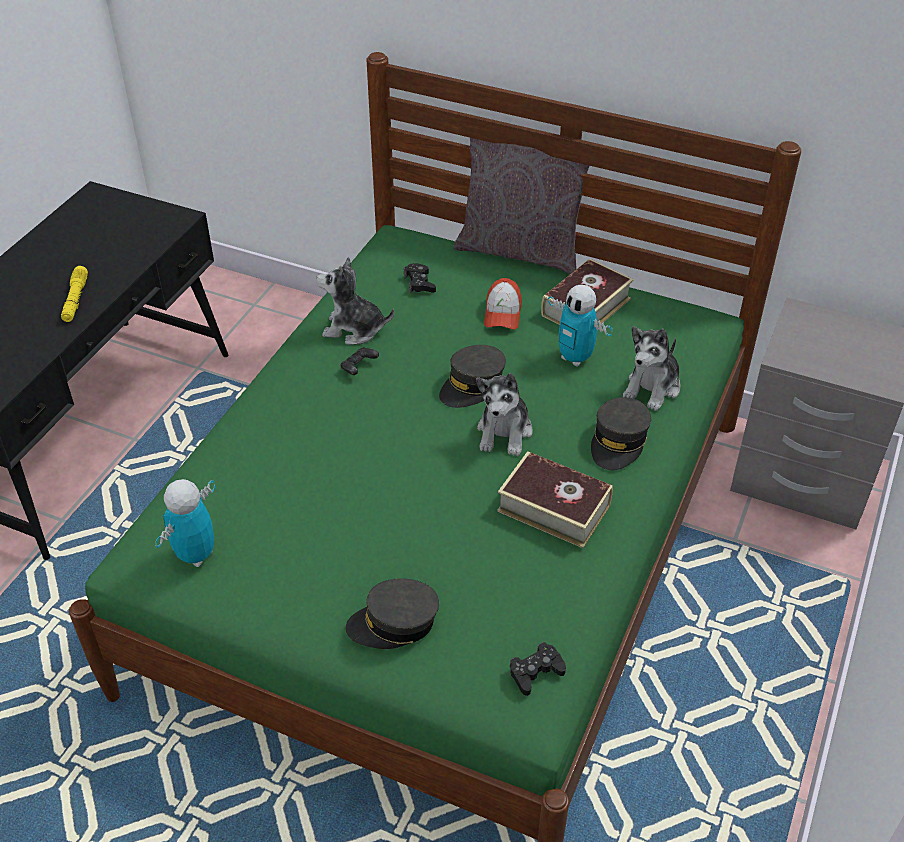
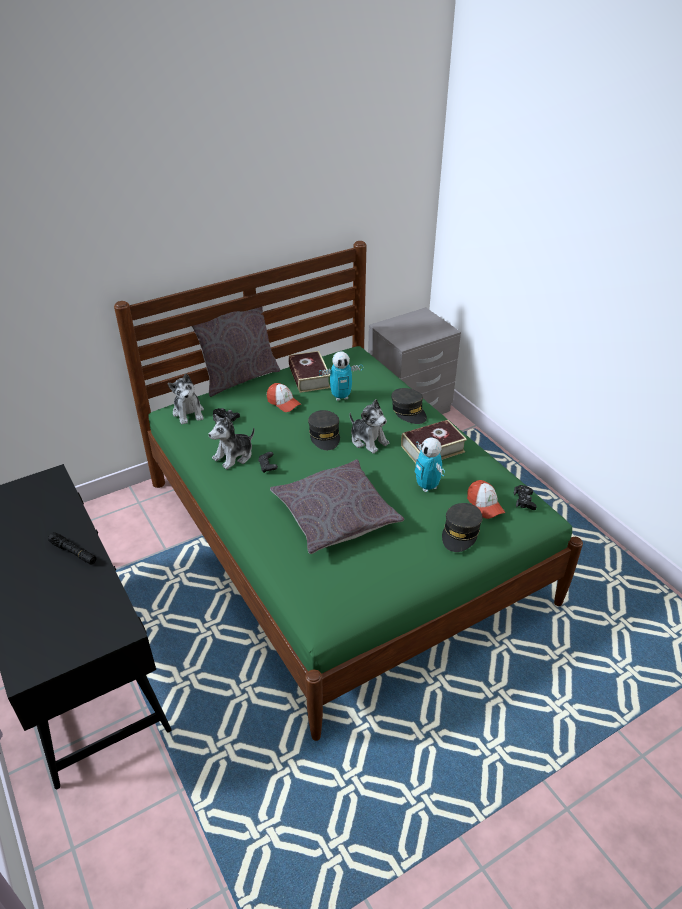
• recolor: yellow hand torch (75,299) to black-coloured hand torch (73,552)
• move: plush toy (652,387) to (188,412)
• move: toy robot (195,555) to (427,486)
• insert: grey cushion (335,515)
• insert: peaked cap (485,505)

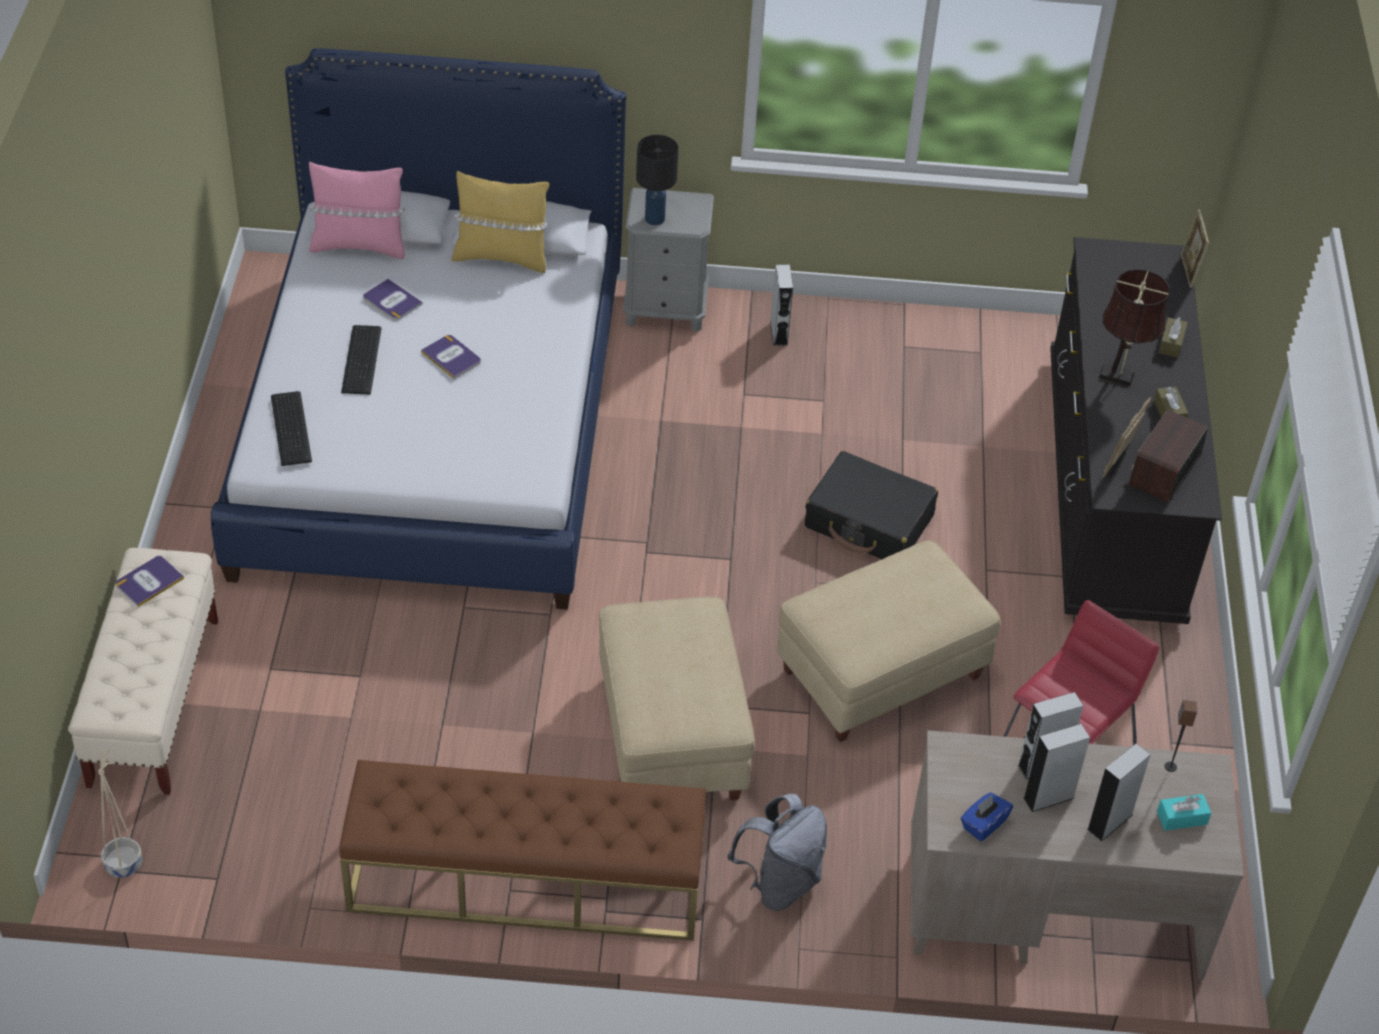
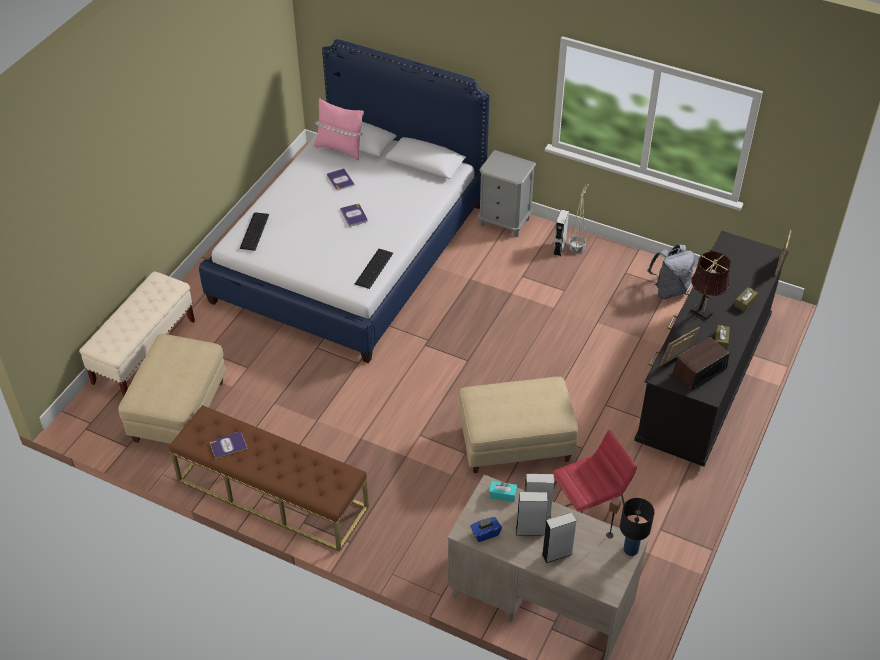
• move: black-coloured lamp for a table (654,218) to (630,549)
• delete: yellow cushion (501,257)
• move: PC keyboard (363,359) to (375,268)
• delete: black-coloured travel case (869,522)
• move: volume (149,581) to (228,445)
• move: beige-coloured ottoman (673,735) to (180,412)
• move: beige-coloured planter (124,863) to (577,248)
• move: grey rucksack (779,883) to (669,290)
• move: turquoise tissue box (1181,818) to (502,494)

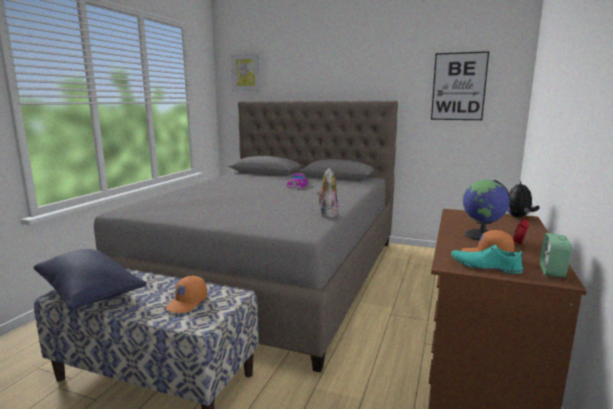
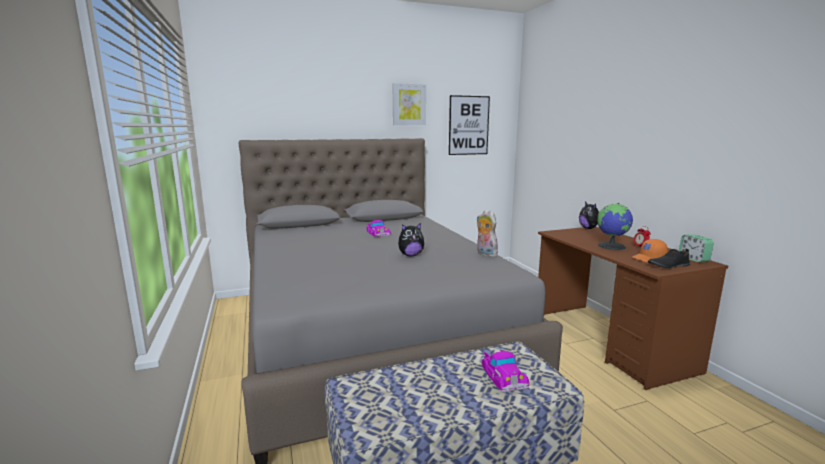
• move: picture (246,72) to (409,104)
• recolor: turquoise item of footwear (485,266) to black-coloured item of footwear (668,265)
• delete: bluish cushion (89,292)
• replace: orange peaked cap (187,303) to toy car (503,374)
• insert: plush toy (410,255)

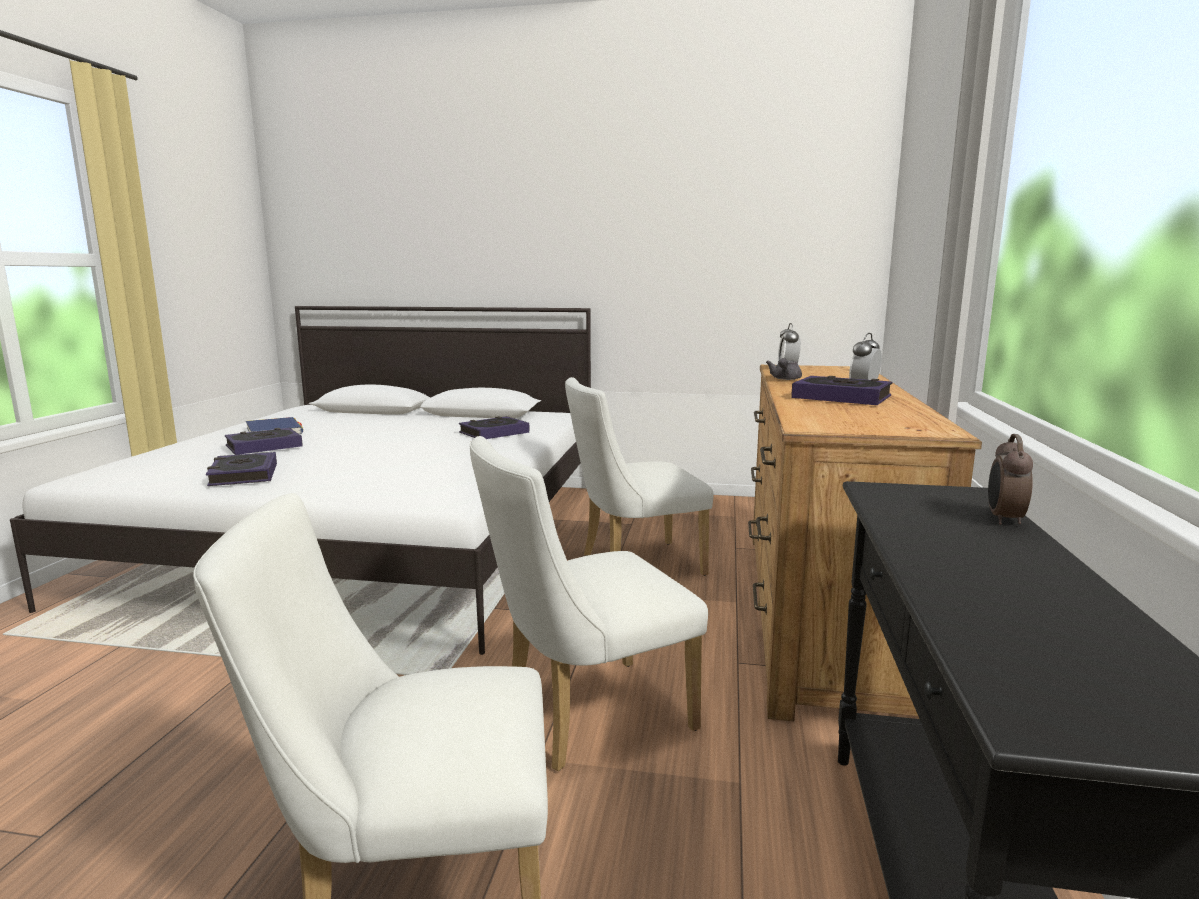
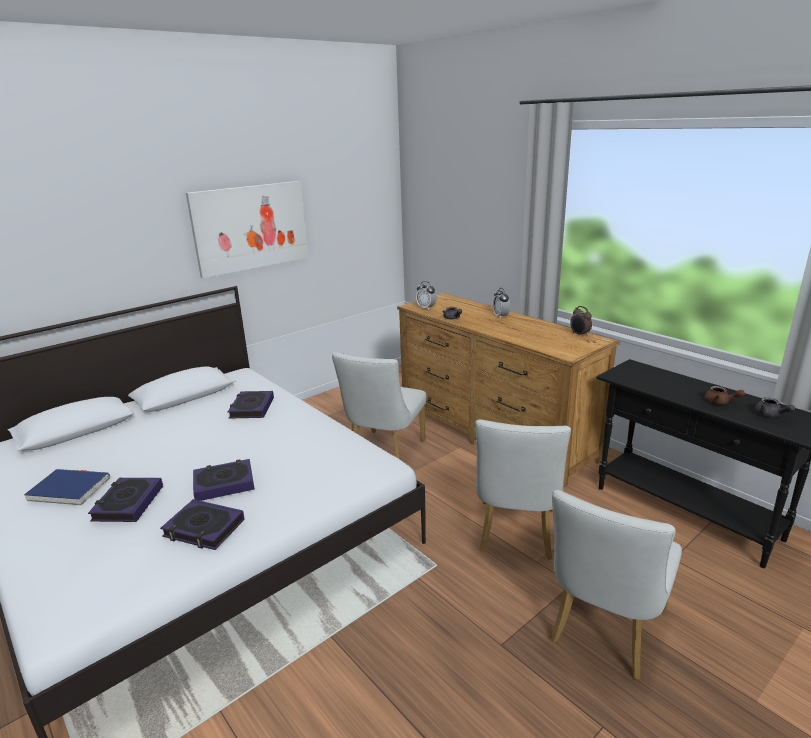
• move: volume (841,398) to (224,484)
• move: alarm clock (1003,519) to (579,334)
• insert: picture (250,227)
• insert: brown pot for tea (720,402)
• insert: grey pot for tea (770,415)

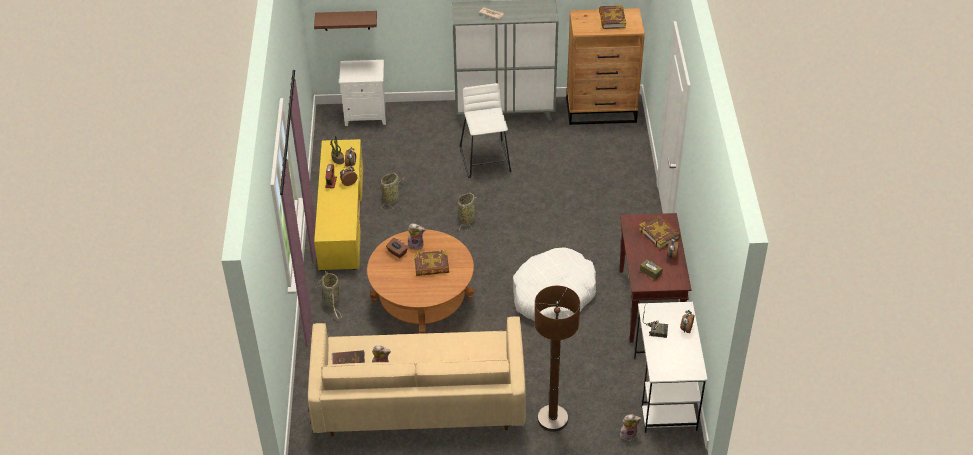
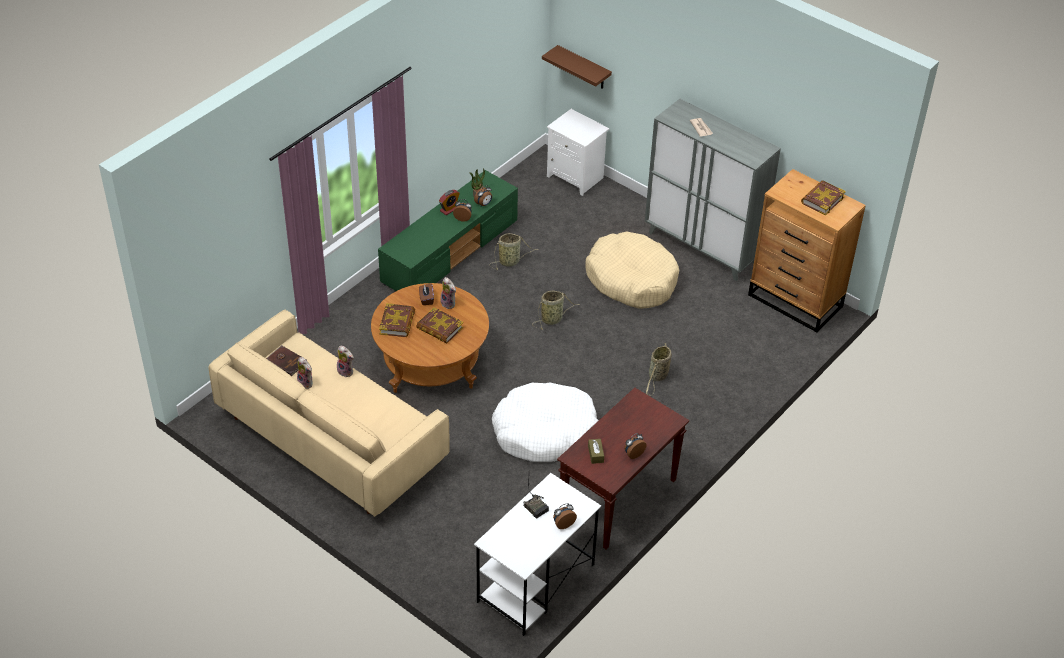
• replace: white-coloured sitting stool (486,160) to beige-coloured dog cushion (631,279)
• recolor: yellow tv stand (341,218) to greenish tv stand (450,251)
• move: volume (659,234) to (397,323)
• move: storage basket (332,301) to (657,377)
• delete: brown standard lamp (552,419)
• move: plush toy (628,434) to (346,371)

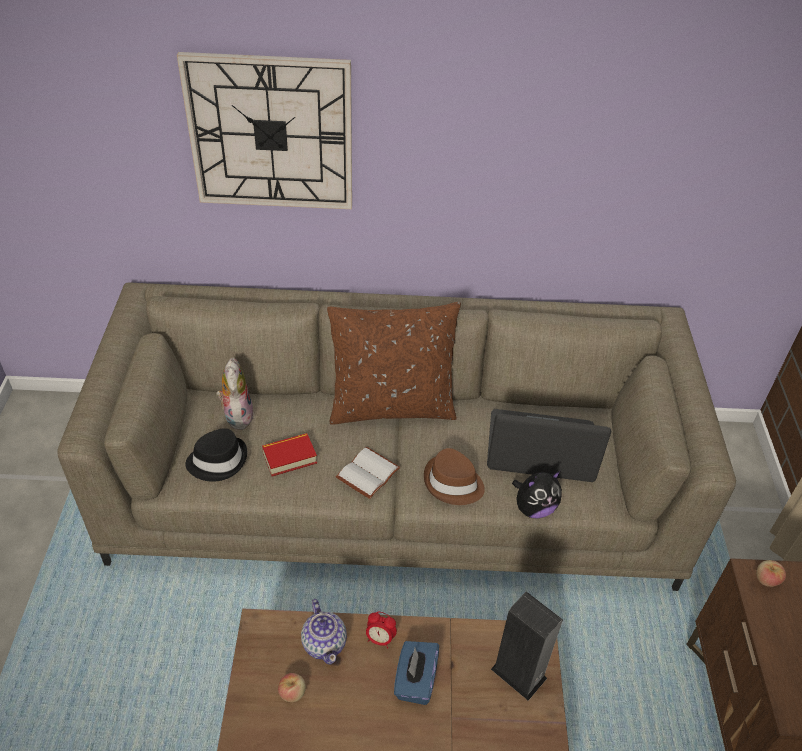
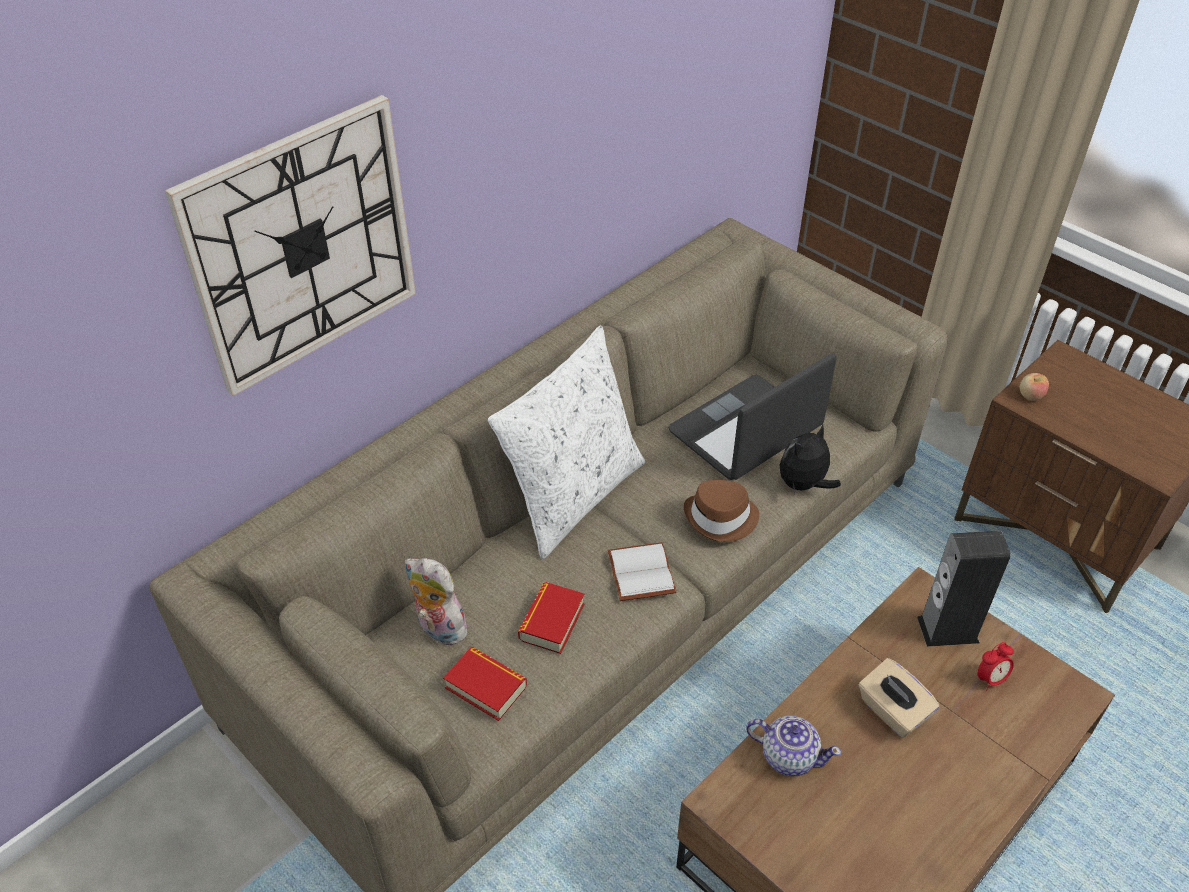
• recolor: brown cushion (392,406) to white-coloured cushion (573,496)
• replace: black-coloured clothing hat (218,460) to volume (486,687)
• rotate: plush toy (534,508) = (803,485) 150 degrees counterclockwise
• move: alarm clock (380,639) to (990,679)
• recolor: bluish tissue box (415,680) to beige-coloured tissue box (892,711)
• delete: apple fruit (292,693)

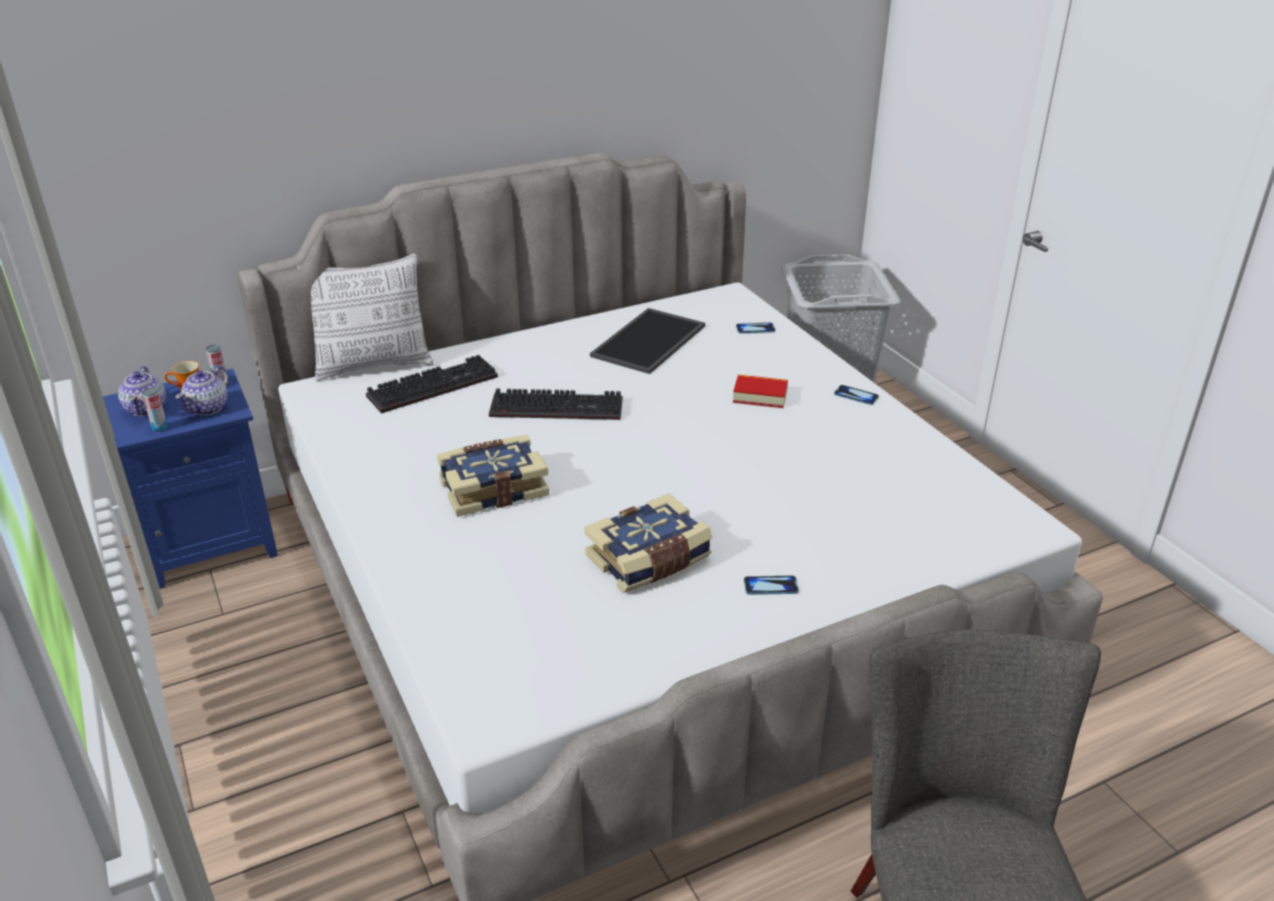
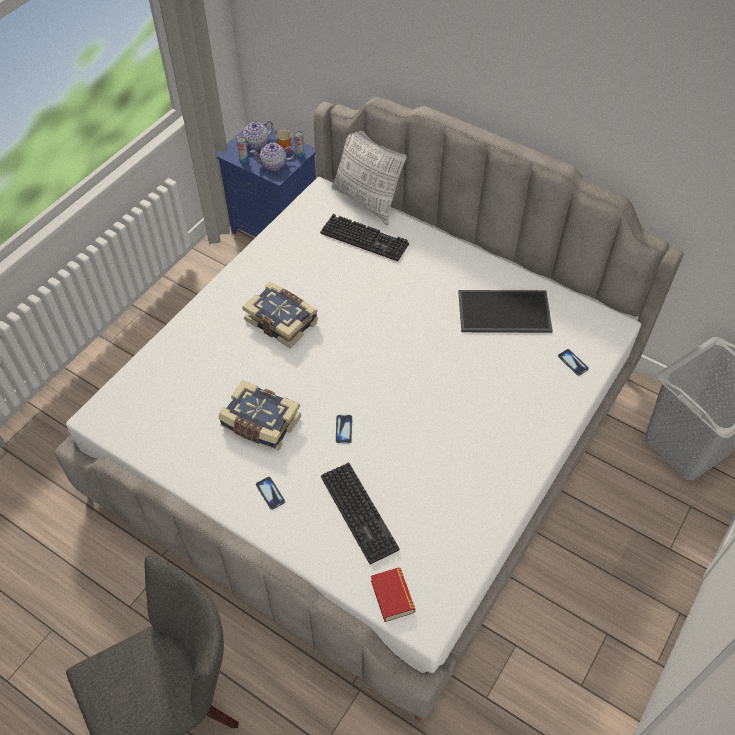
• move: volume (760,396) to (392,596)
• move: phone (856,396) to (344,429)
• move: PC keyboard (559,407) to (361,513)

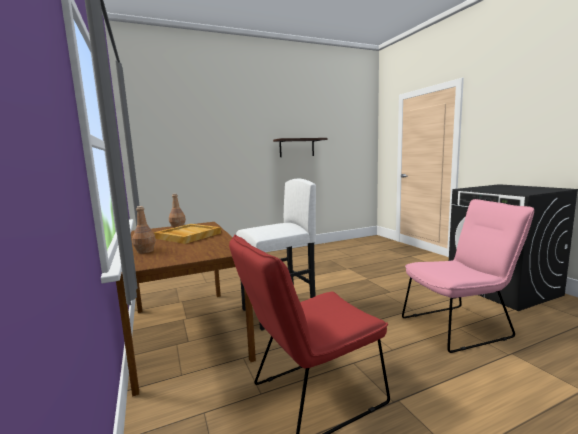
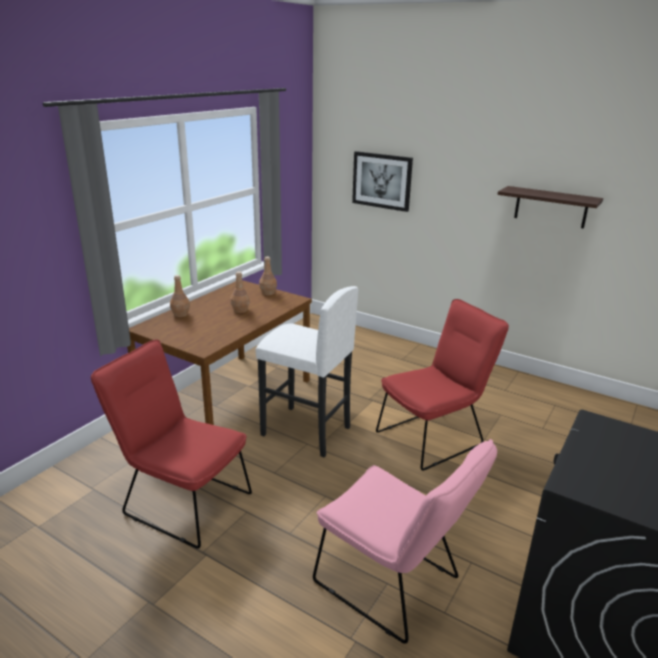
• replace: beige-coloured serving tray (187,236) to brown beverage bottle (240,310)
• insert: picture (382,181)
• insert: red chair (434,436)

